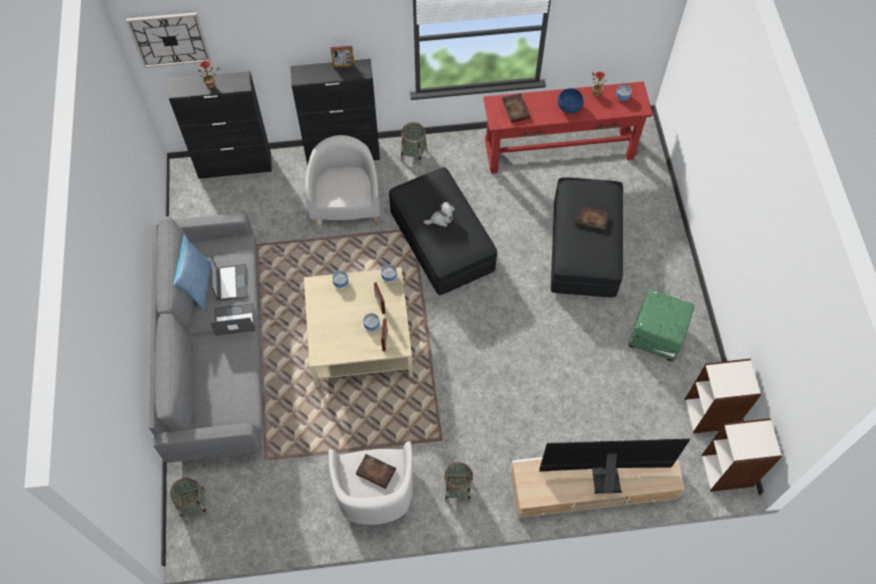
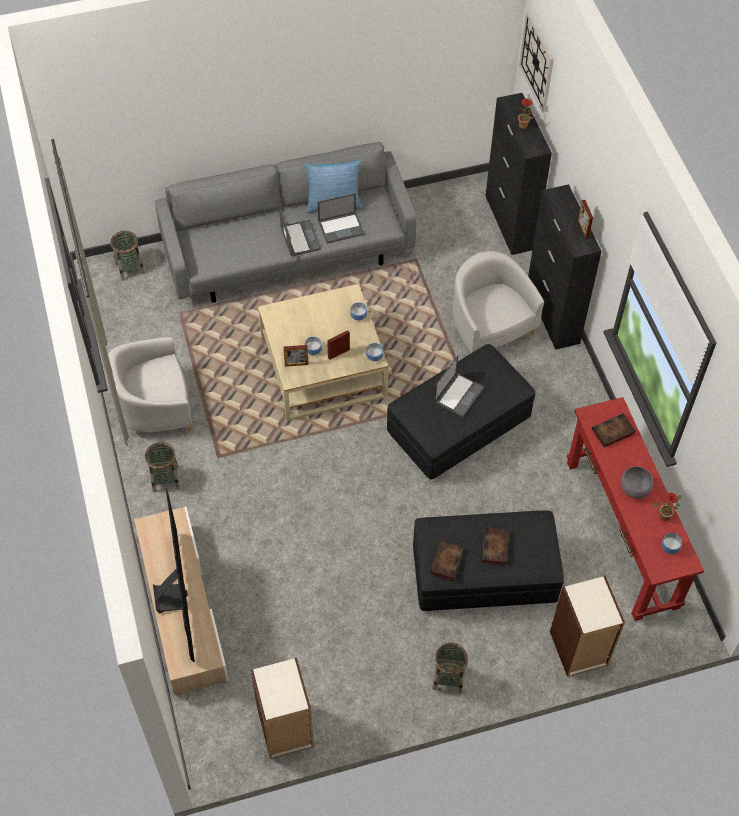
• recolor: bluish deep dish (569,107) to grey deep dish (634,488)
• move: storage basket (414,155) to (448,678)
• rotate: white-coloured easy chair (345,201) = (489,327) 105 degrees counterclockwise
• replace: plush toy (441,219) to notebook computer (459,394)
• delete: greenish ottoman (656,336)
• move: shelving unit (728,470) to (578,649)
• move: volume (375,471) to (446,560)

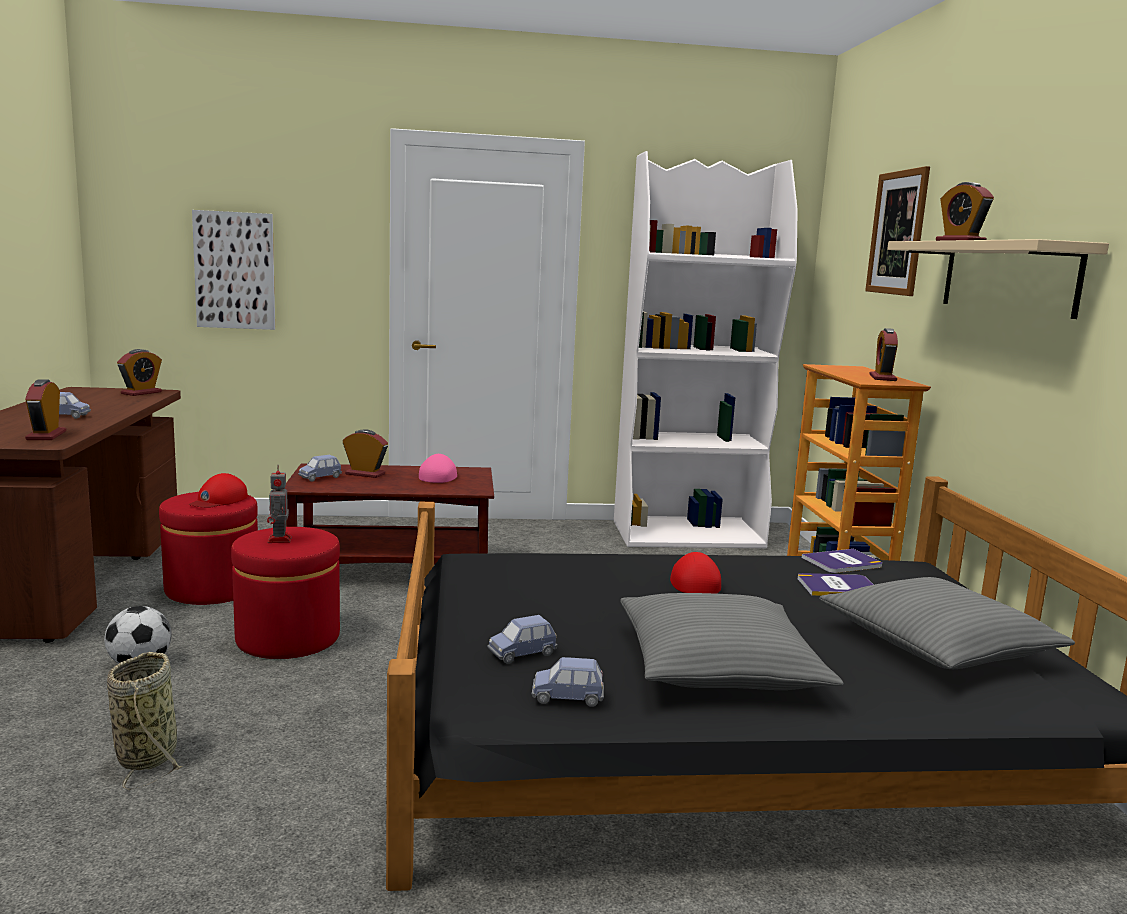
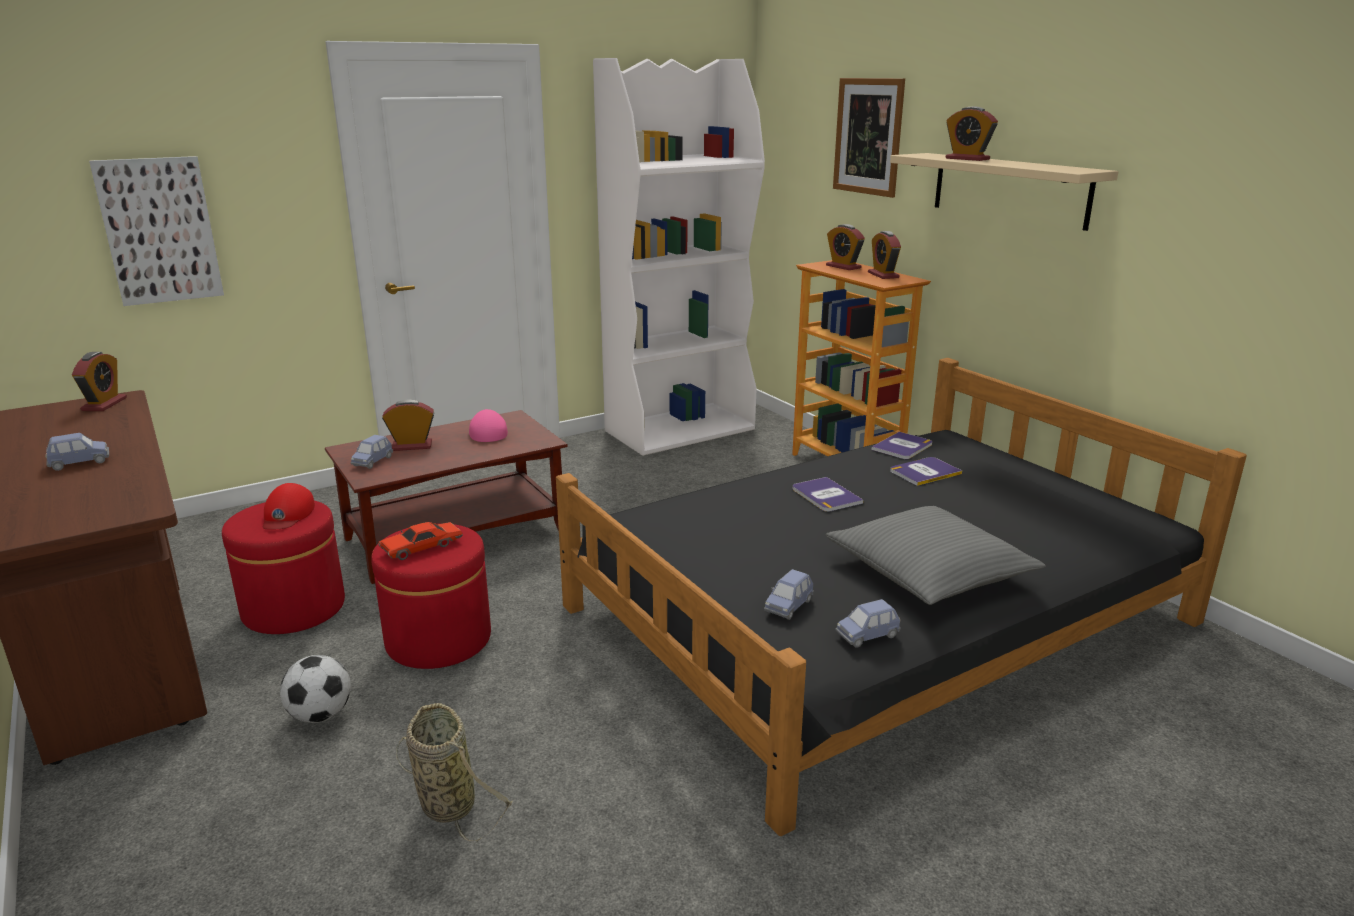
• move: alarm clock (46,435) to (843,267)
• replace: toy robot (279,540) to red toy car (422,547)
• replace: red peaked cap (694,582) to volume (826,495)
• delete: grey cushion (937,644)

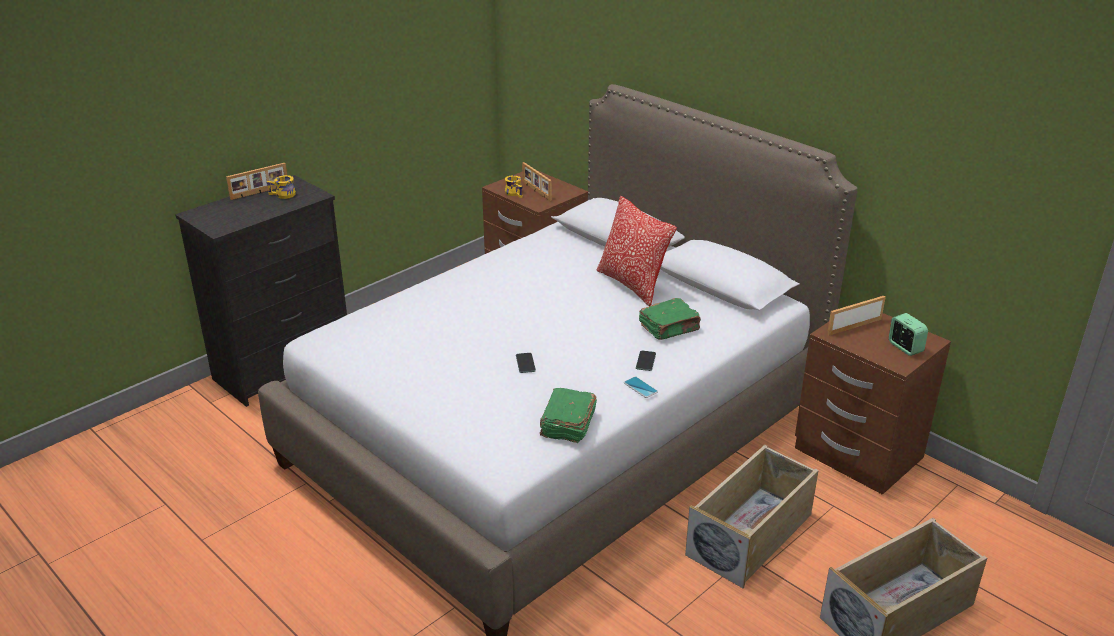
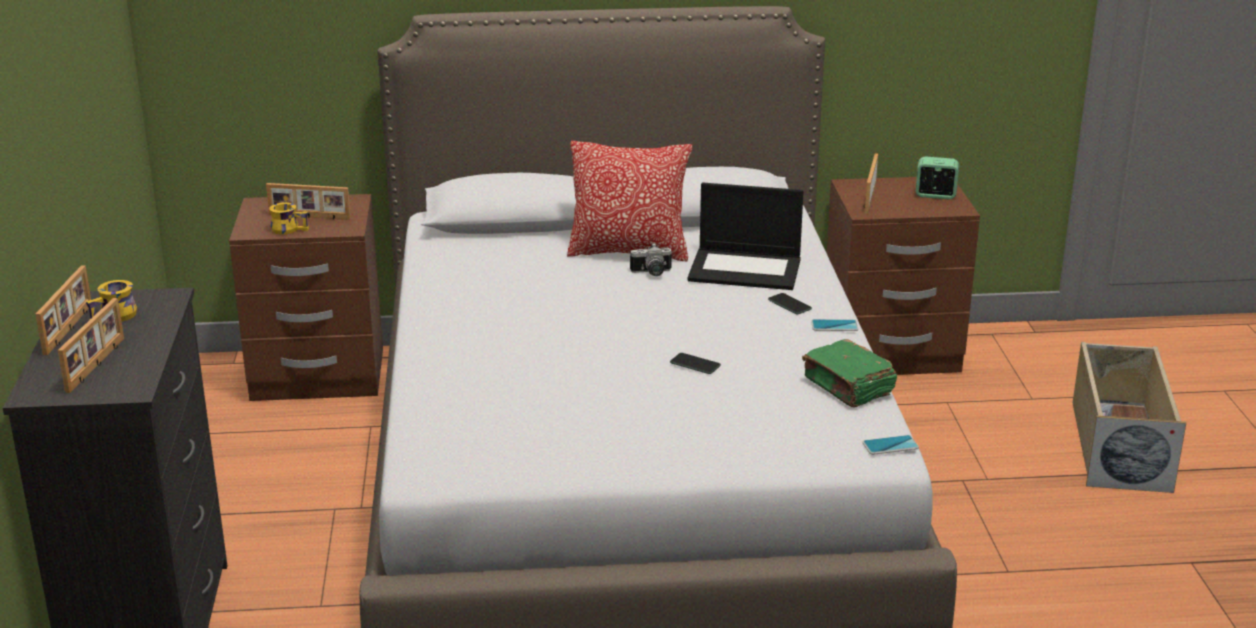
• replace: greenish volume (669,328) to notebook computer (746,269)
• delete: beige-coloured storage bin (750,534)
• insert: photo camera (652,273)
• insert: photo frame (97,365)
• insert: phone (890,446)

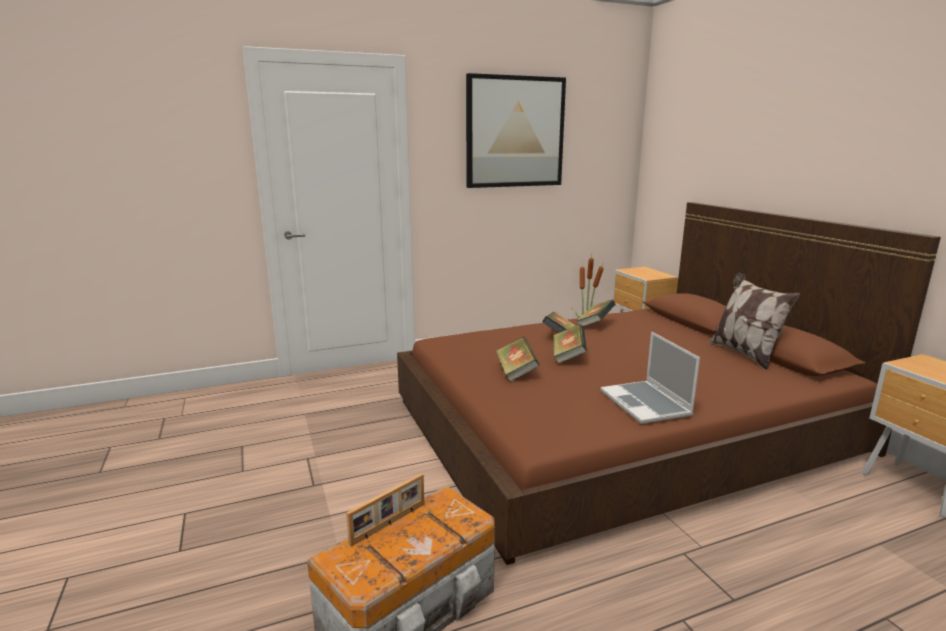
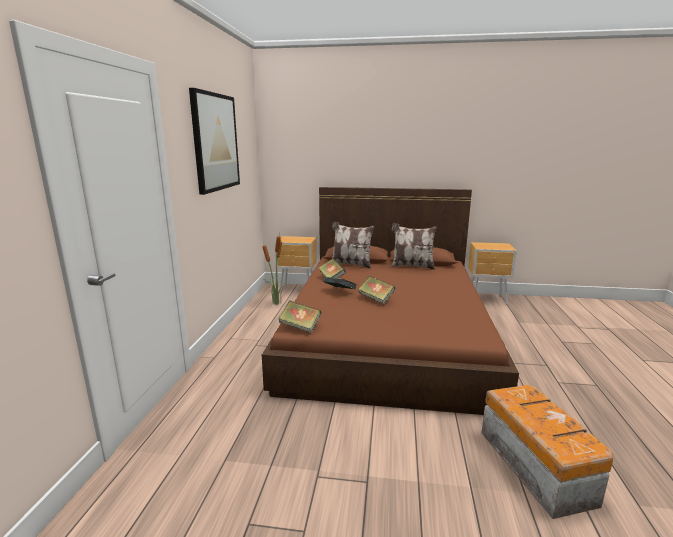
• delete: notebook computer (646,404)
• move: volume (516,372) to (300,327)
• delete: photo frame (389,524)
• insert: cushion (351,264)

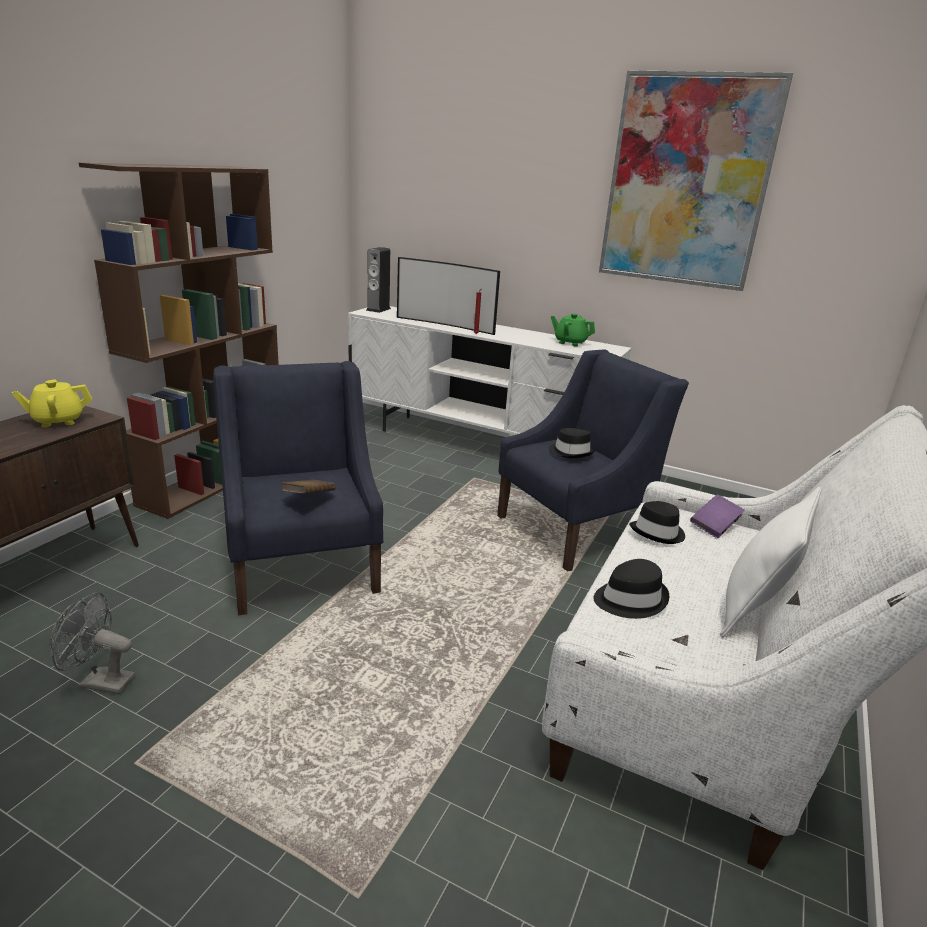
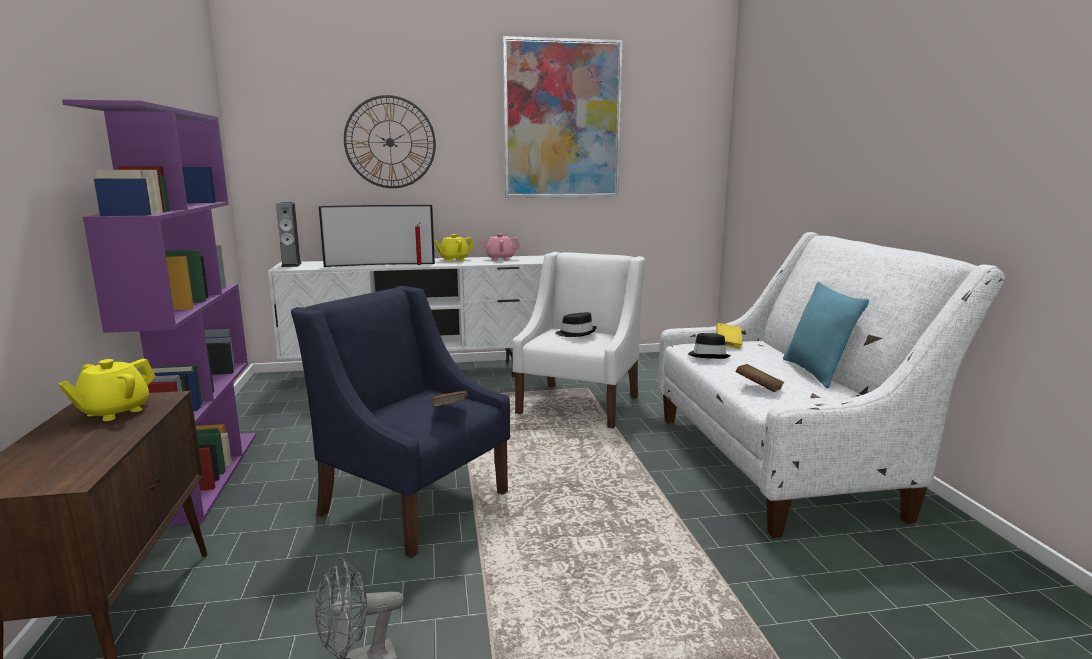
• recolor: brown shelving unit (214,480) to purplish shelving unit (204,474)
• recolor: greenish pot for tea (570,342) to pinkish pot for tea (500,259)
• recolor: bluish easy chair (574,530) to white-coloured easy chair (580,404)
• recolor: white-coloured cushion (753,610) to turquoise cushion (816,372)
• recolor: purplish volume (714,526) to yellow volume (728,344)
• replace: black-coloured clothing hat (629,599) to brown volume (758,388)
• insert: hanging clock (390,142)
• insert: yellow pot for tea (454,260)

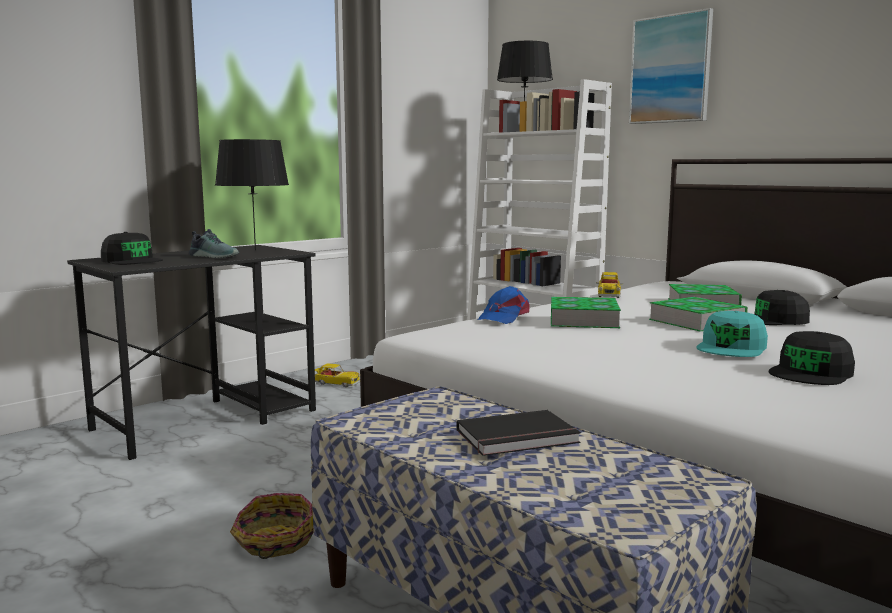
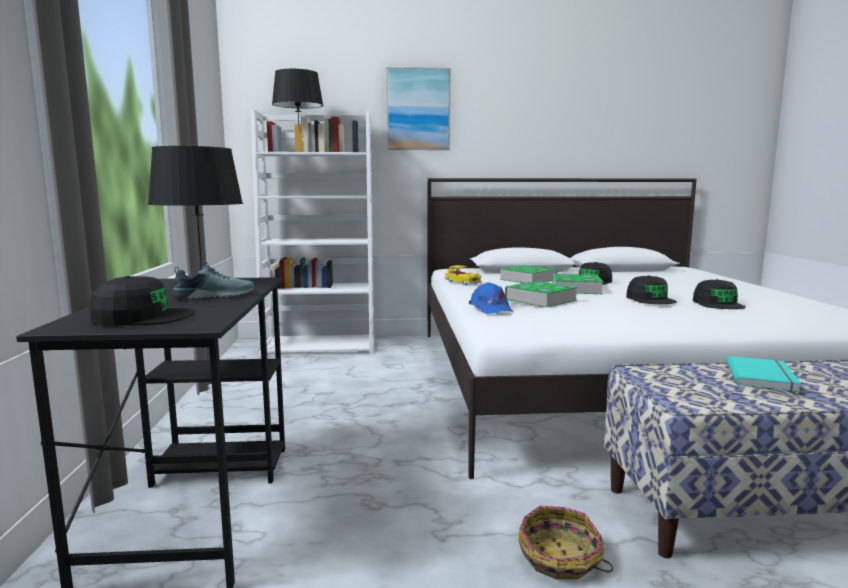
• recolor: turquoise peaked cap (732,347) to black-coloured peaked cap (650,299)
• delete: toy car (336,383)
• recolor: black-coloured volume (519,438) to turquoise volume (763,376)

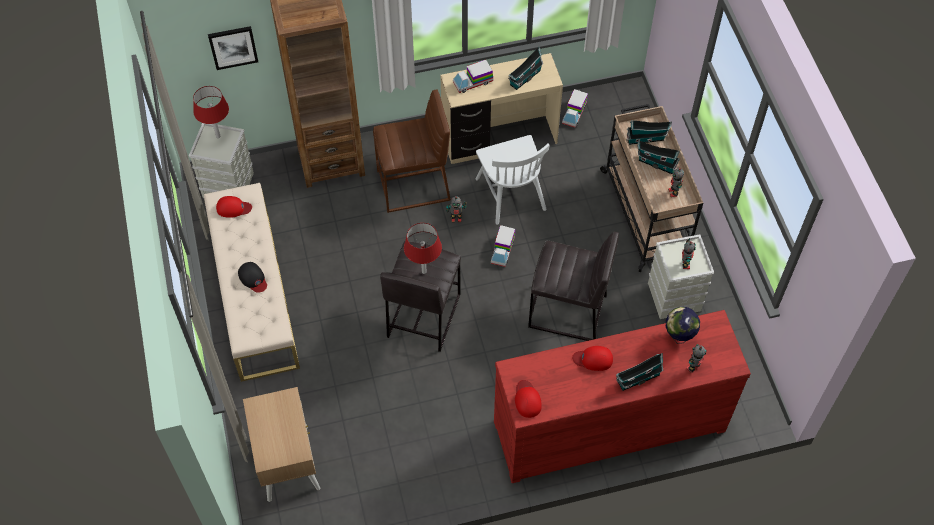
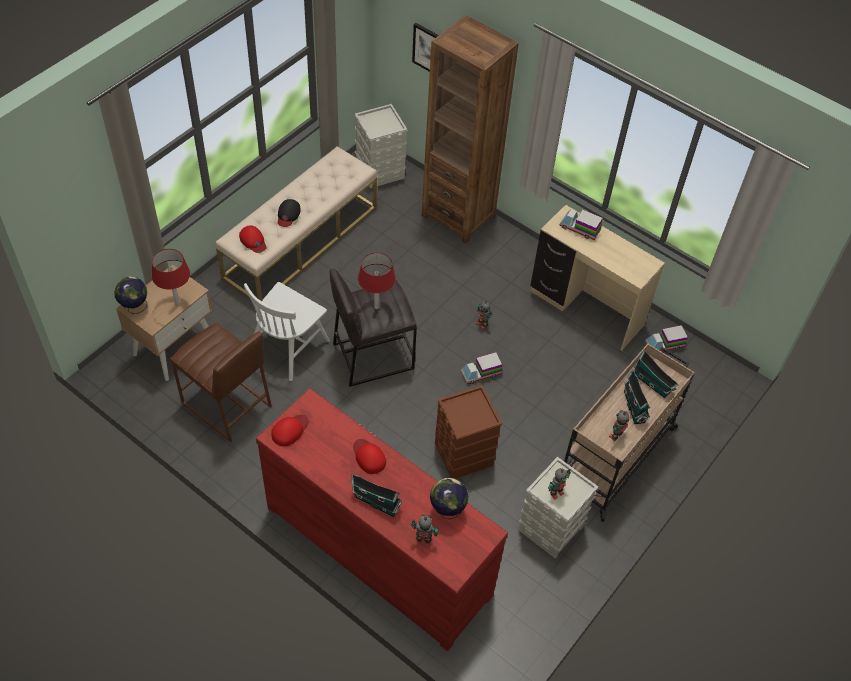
• delete: toy house (524,78)
• move: red lamp for a table (218,136) to (177,303)
• move: brown sitting stool (414,186) to (226,405)
• move: white-coloured chair (510,193) to (288,347)
• move: red peaked cap (233,208) to (253,241)
• replace: grey sitting stool (568,312) to brown storage bin (463,455)
• insert: desk globe (134,307)

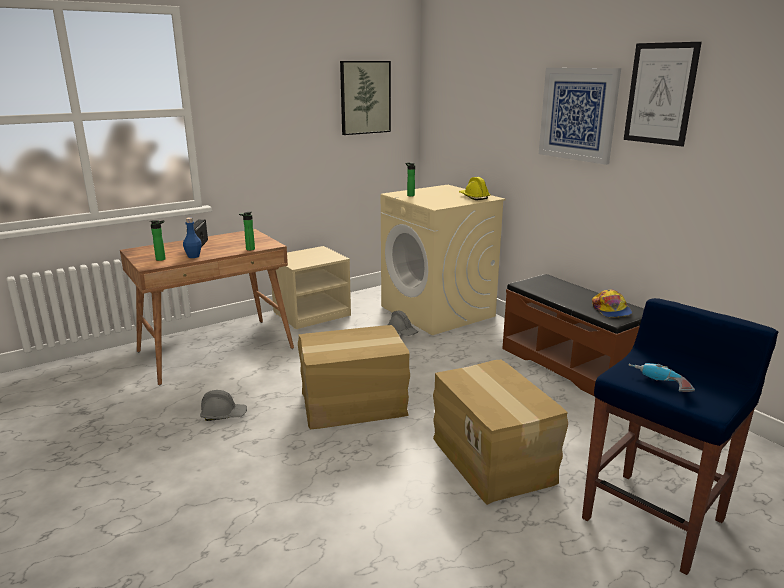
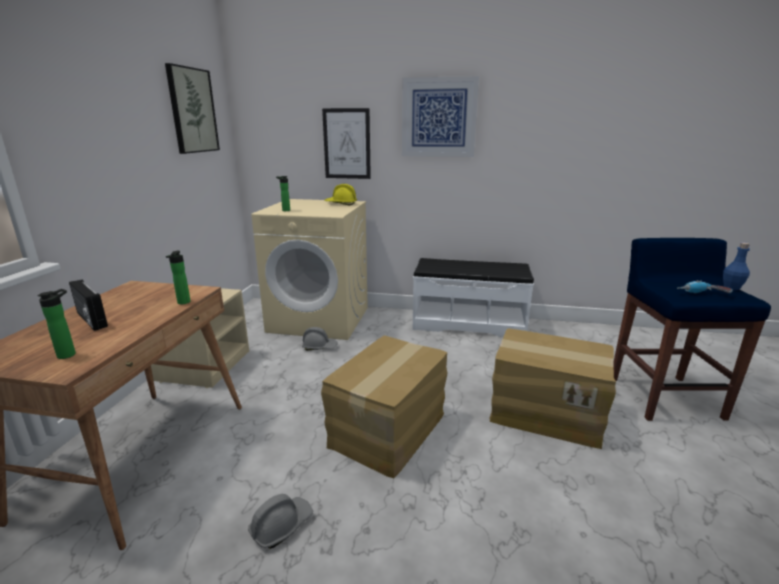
• move: picture (660,94) to (347,144)
• move: bluish beverage bottle (193,256) to (731,287)
• recolor: brown indoor bench (570,365) to white-coloured indoor bench (468,323)
• delete: peaked cap (611,310)

